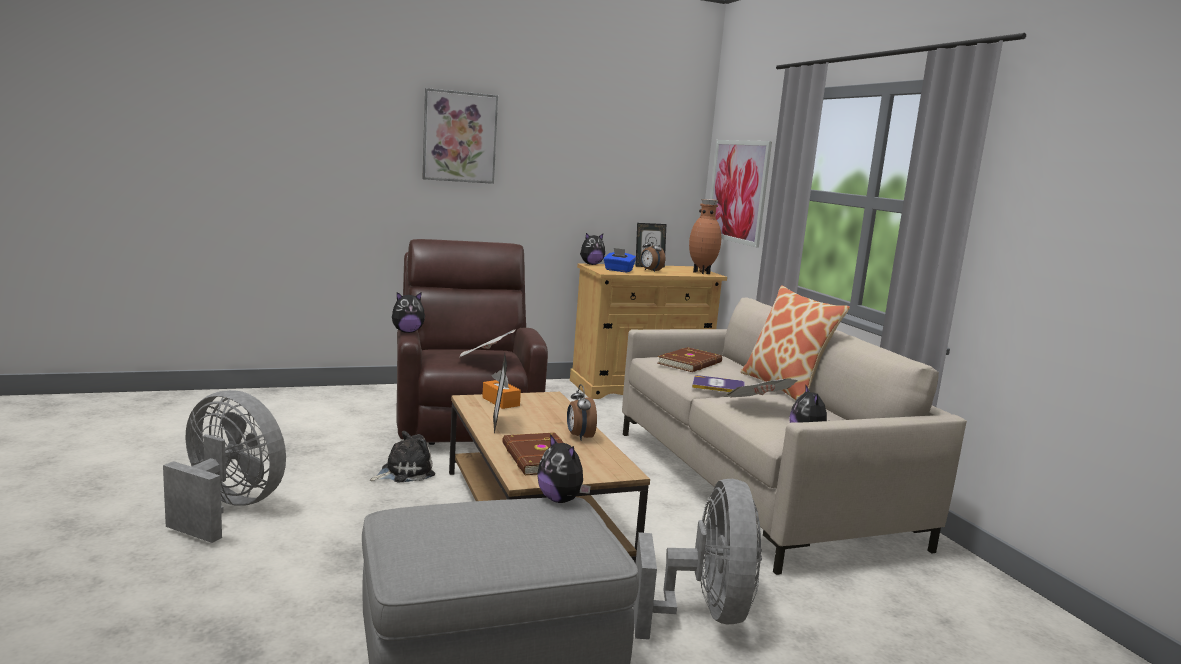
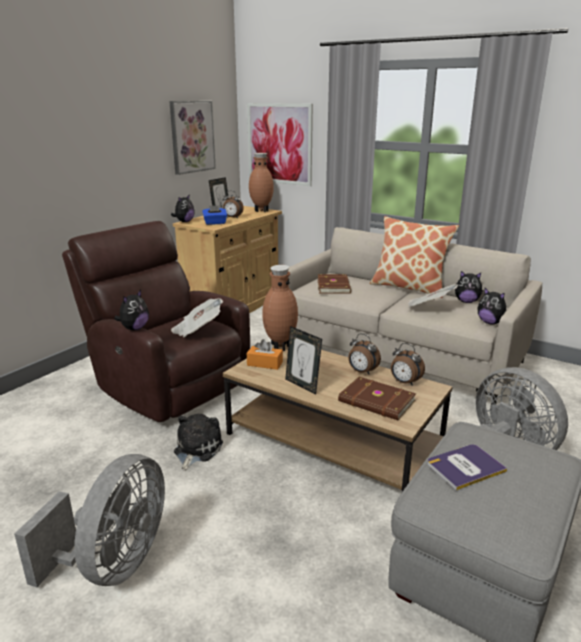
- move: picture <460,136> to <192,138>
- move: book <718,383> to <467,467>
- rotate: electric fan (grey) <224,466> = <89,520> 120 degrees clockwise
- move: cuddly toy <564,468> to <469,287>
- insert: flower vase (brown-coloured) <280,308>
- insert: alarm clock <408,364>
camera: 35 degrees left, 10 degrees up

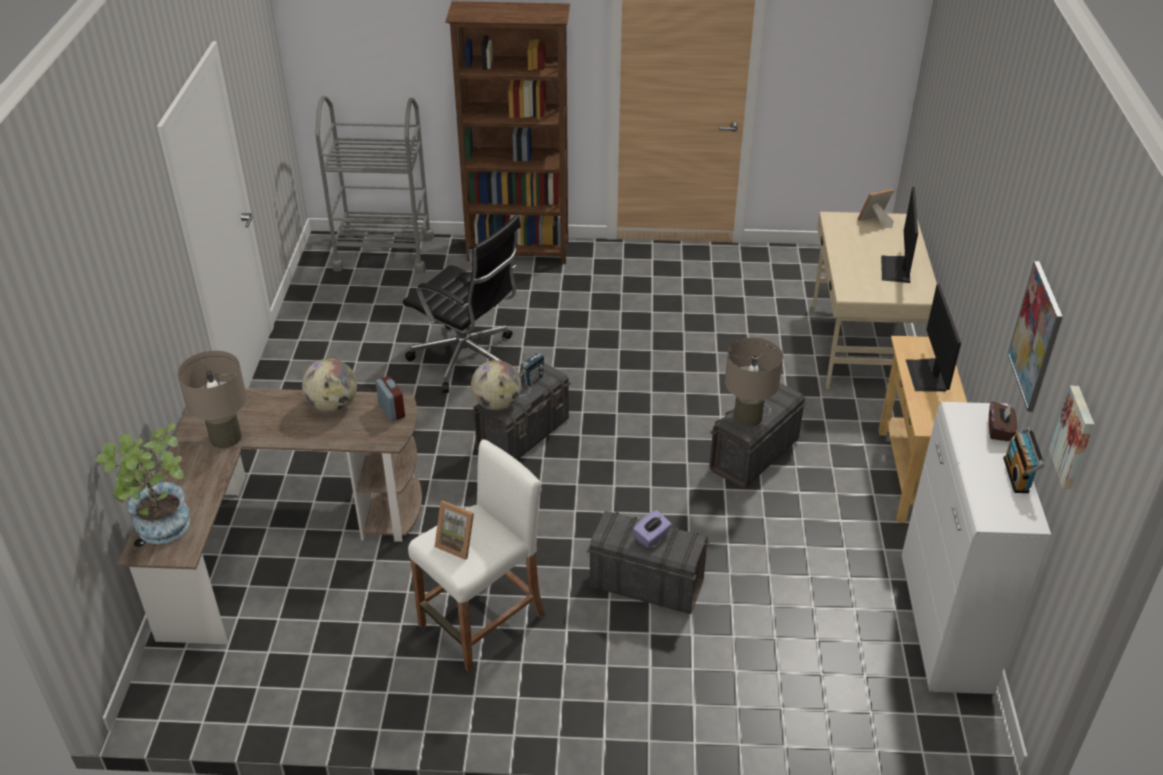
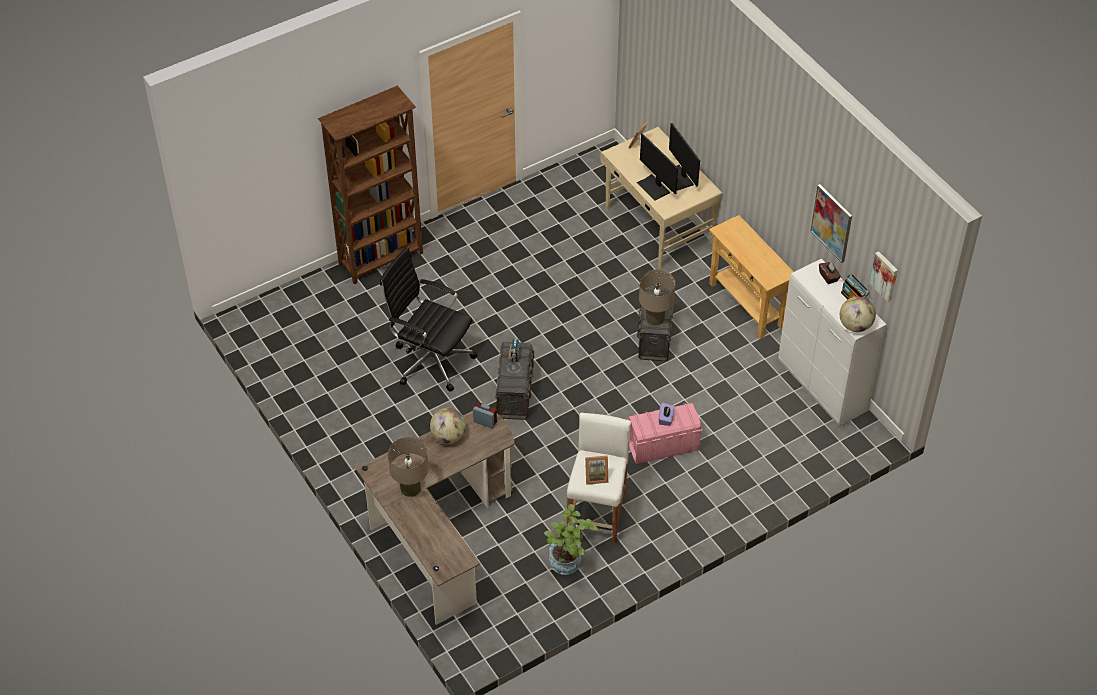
- delete: trolley (grey) <374,185>
- rotate: computer chair (black-coloured) <462,304> = <429,319> 150 degrees counterclockwise
- move: computer screen <933,338> to <657,166>
- move: world globe <496,385> to <858,314>
- move: houseplant <143,483> to <571,539>
- recolor: storage bin (grey) <648,562> to storage bin (pink-coloured) <665,433>
camera: 35 degrees left, 10 degrees up

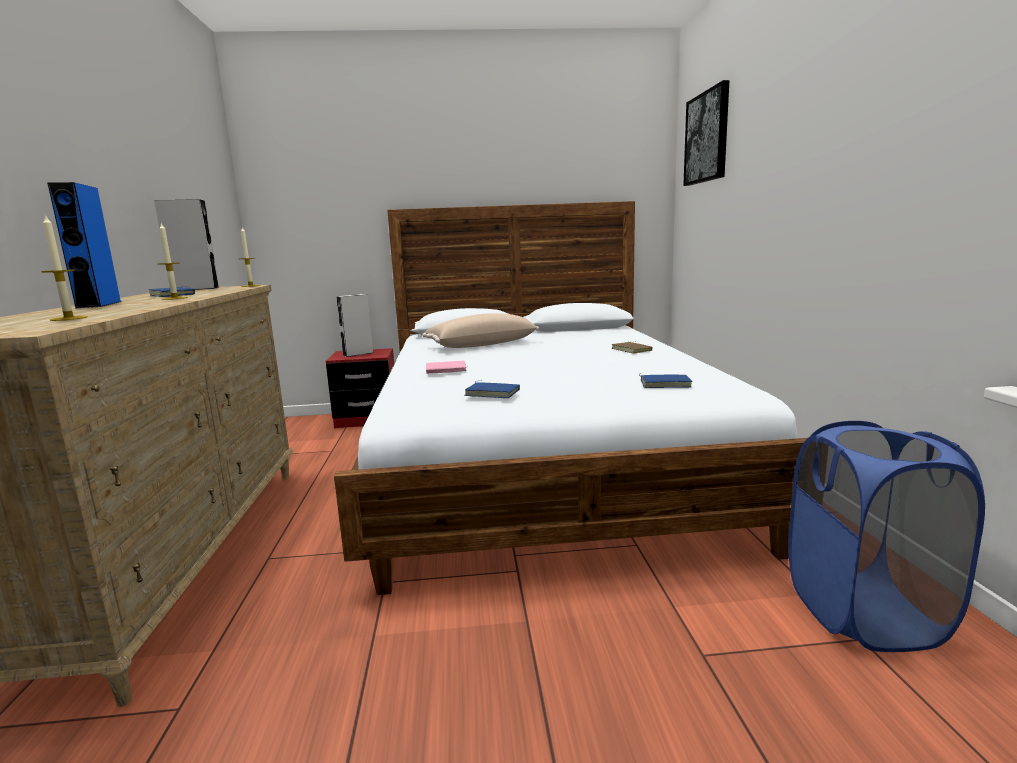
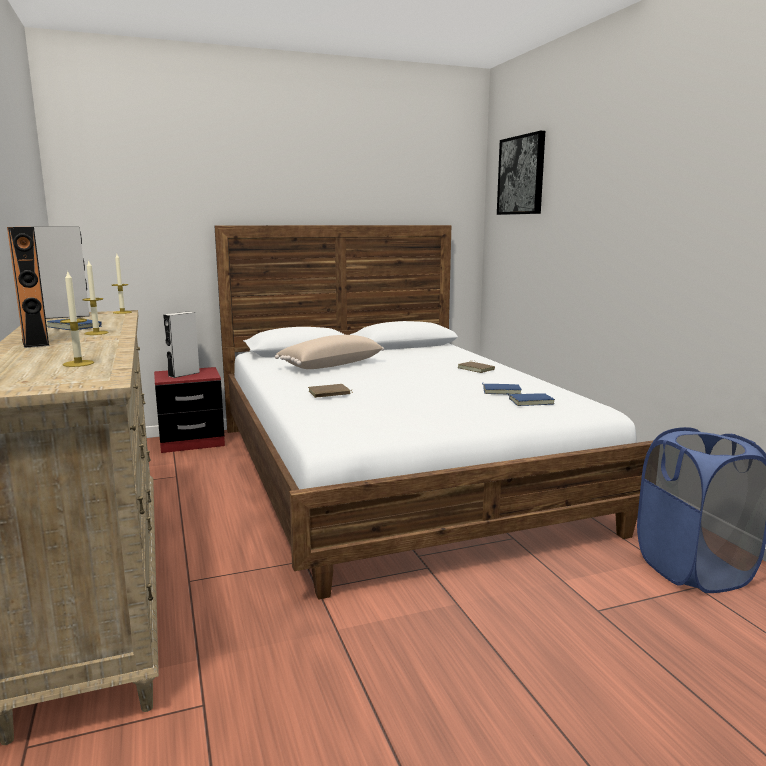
- recolor: audio speaker (blue) <84,245> to audio speaker (orange-coloured) <28,287>
- recolor: book (pink-coloured) <447,367> to book (brown-coloured) <330,391>
- move: book (blue) <492,389> to <502,388>
camera: 15 degrees left, 0 degrees up

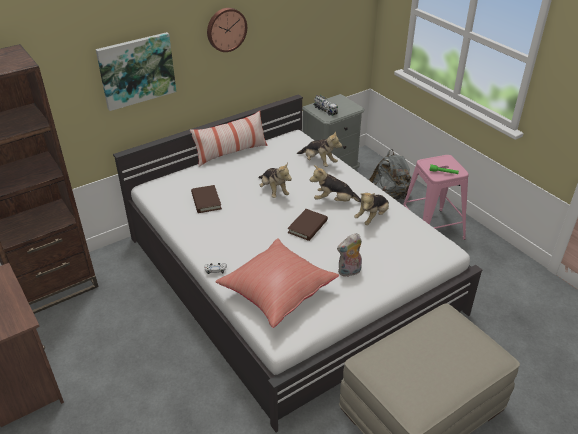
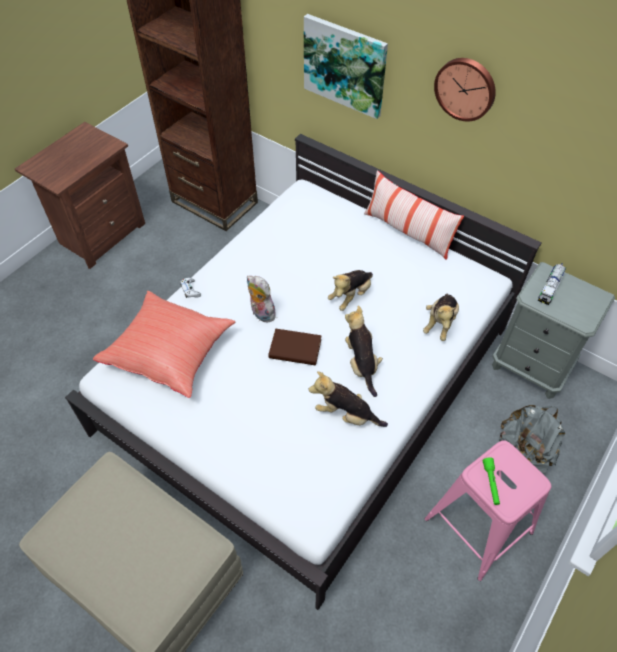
- delete: book (brown-coloured) <206,199>
- move: cuddly toy <349,255> to <261,299>
camera: 70 degrees right, 15 degrees up

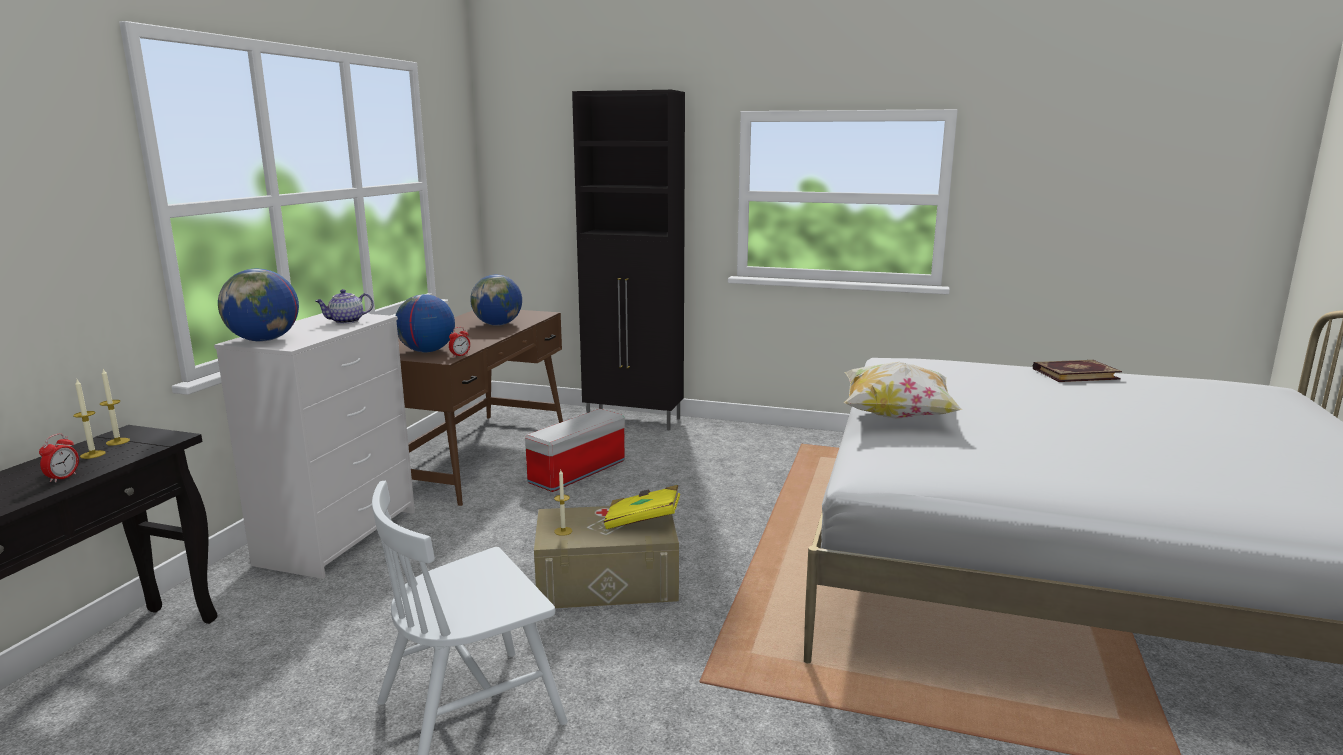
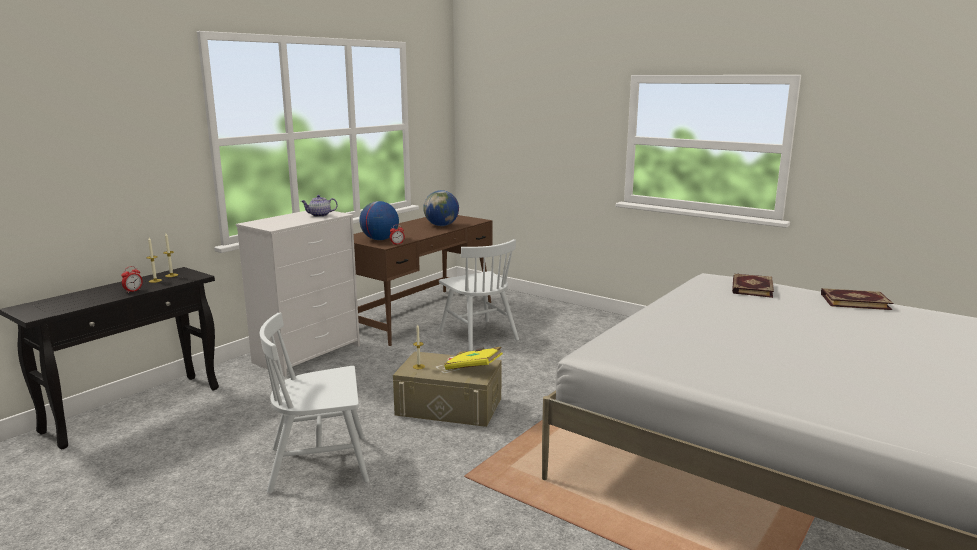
- delete: cupboard (black-coloured) <628,260>
- delete: world globe <258,305>
- delete: pillow <903,390>
- replace: storage bin <575,450> to upright chair (whitish) <479,295>
- insert: book <753,286>
camera: 20 degrees right, 0 degrees up

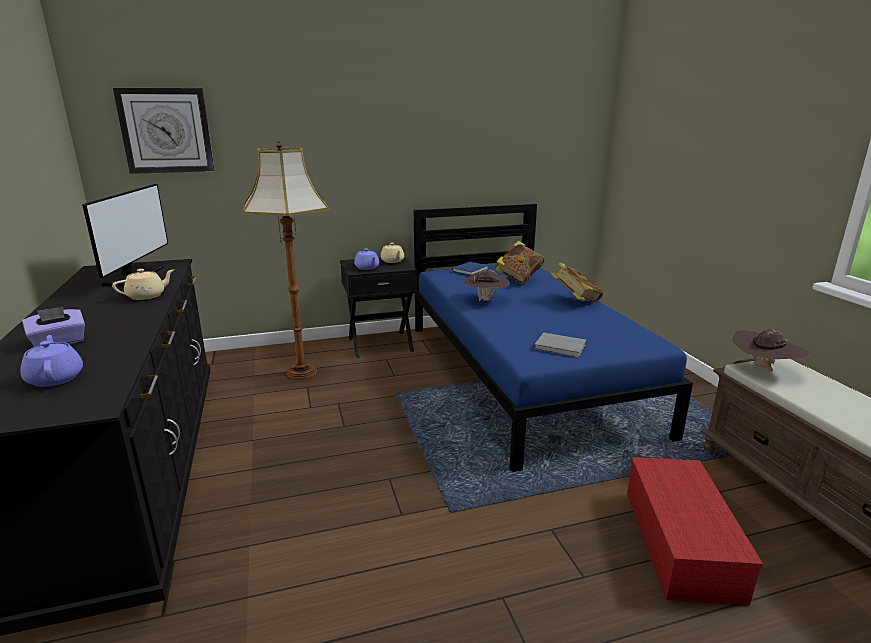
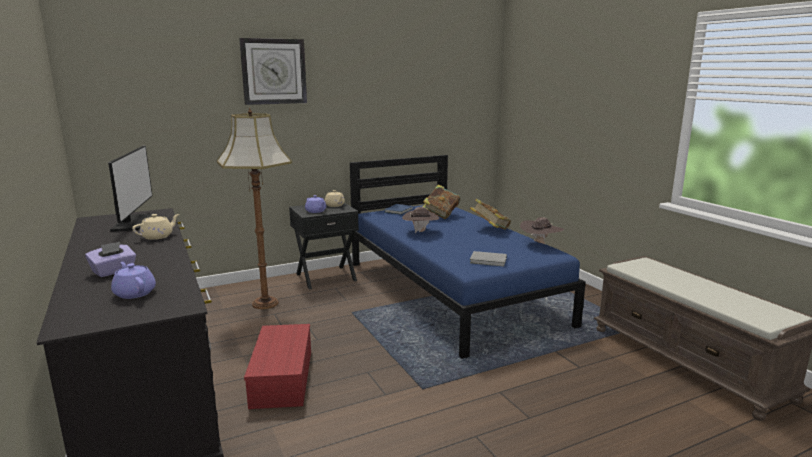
- move: clock on the wall <163,131> to <273,71>
- move: hat (brown-coloured) <771,350> to <542,230>
- move: storage bin (red-coloured) <695,531> to <277,366>
camera: 10 degrees left, 5 degrees down

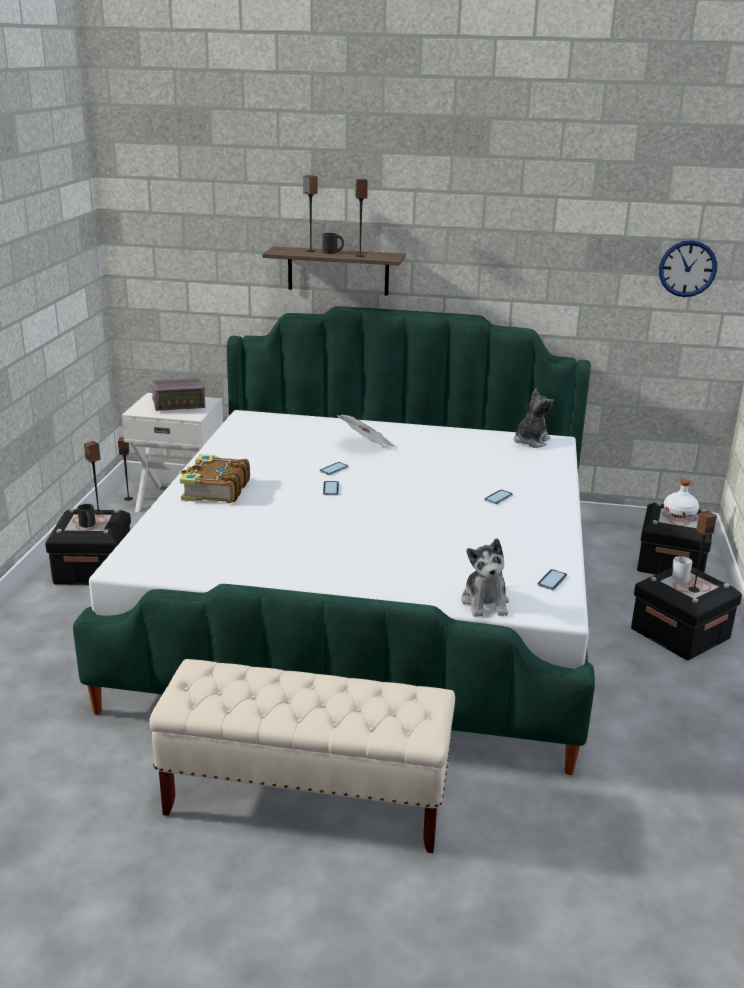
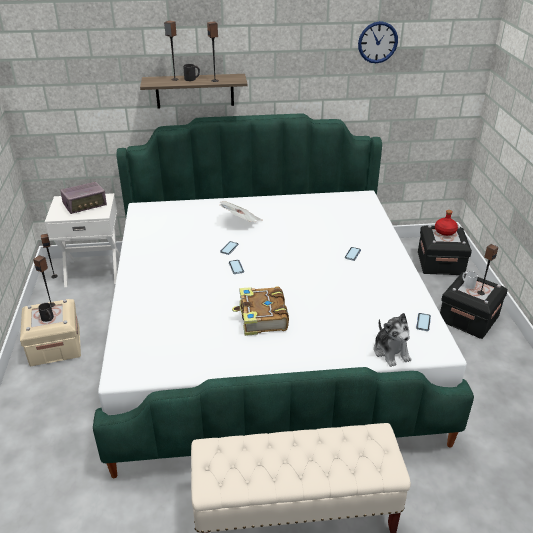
- move: clock on the wall <688,268> to <378,42>
- delete: cuddly toy <533,418>
- move: book <214,478> to <260,311>
- recolor: bottle (whitish) <681,498> to bottle (red-coloured) <446,223>
- recolor: storage bin (black-coloured) <88,546> to storage bin (beige) <50,332>
camera: 15 degrees left, 10 degrees up

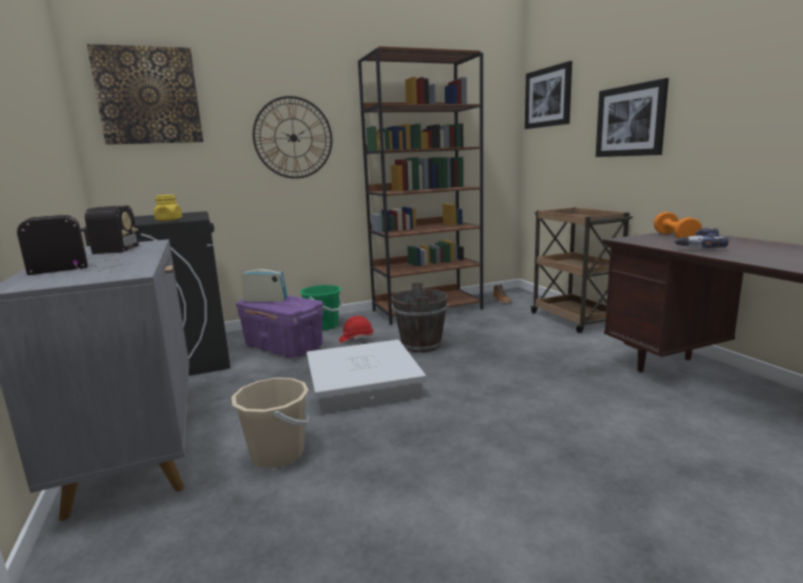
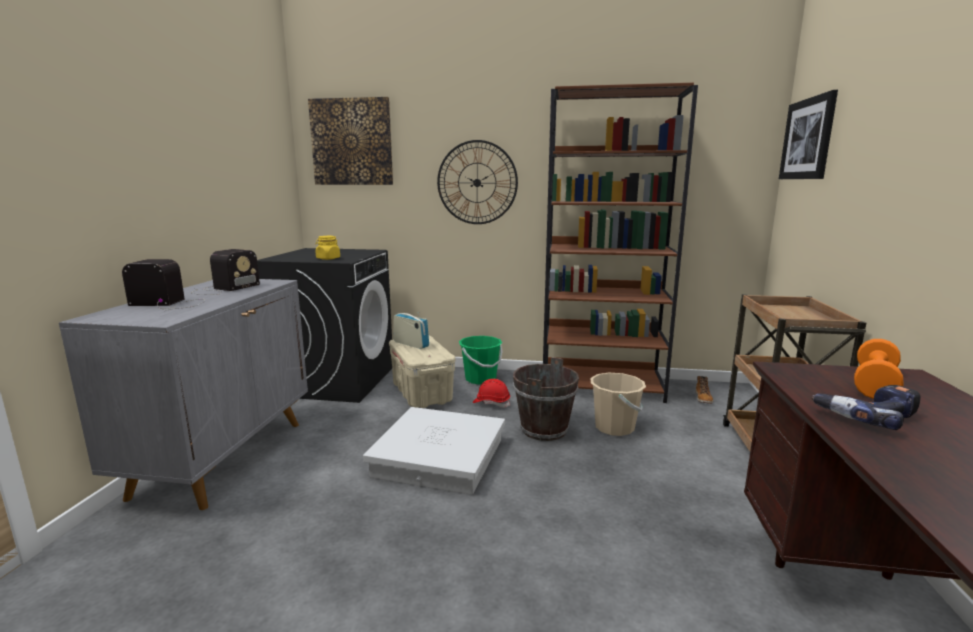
- delete: picture <632,117>
- recolor: storage bin (purple) <279,326> to storage bin (beige) <422,372>
- move: pail (beige) <271,423> to <618,404>
camera: 30 degrees right, 0 degrees up

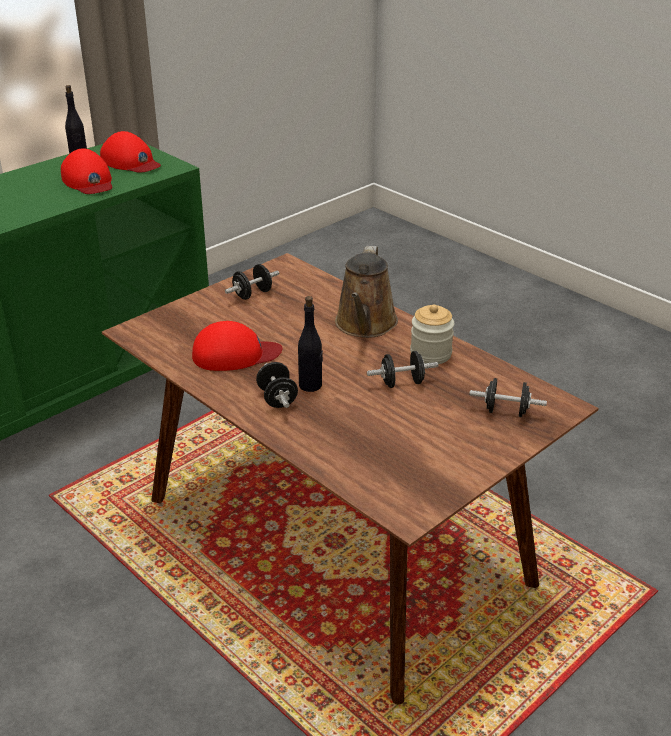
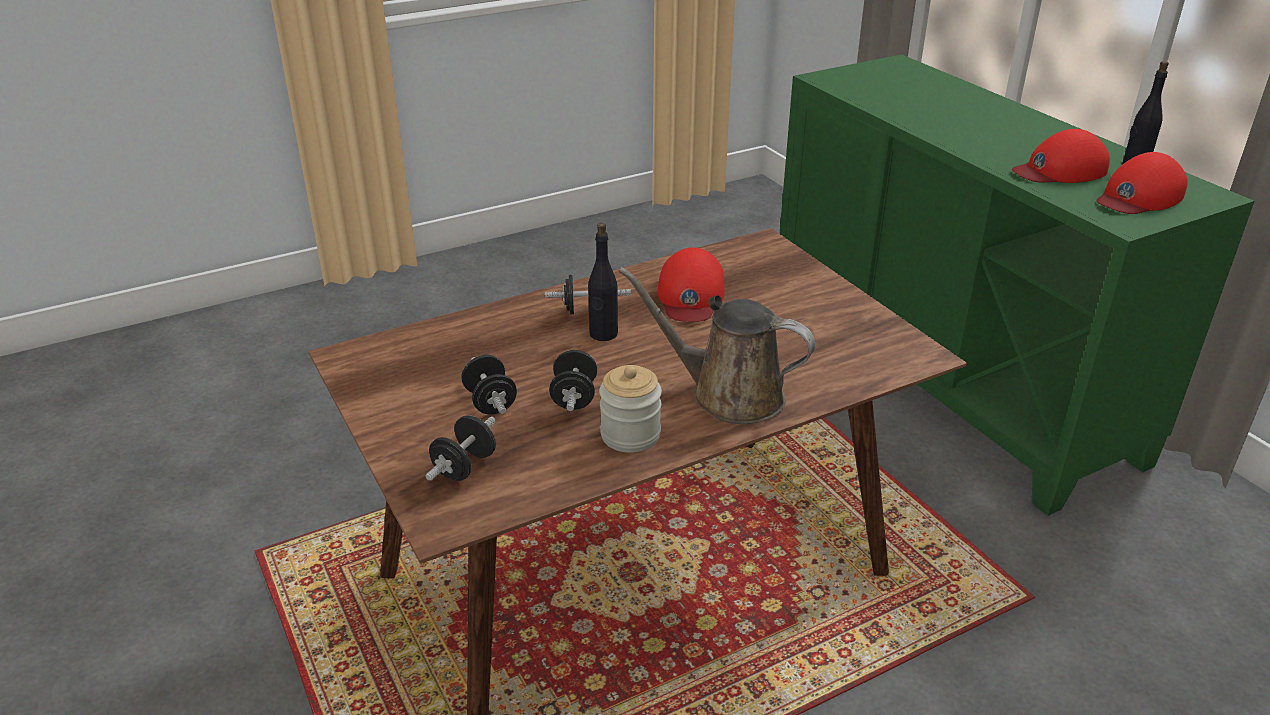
- move: free weight (black-coloured) <252,282> to <489,385>
camera: 105 degrees right, 0 degrees up

